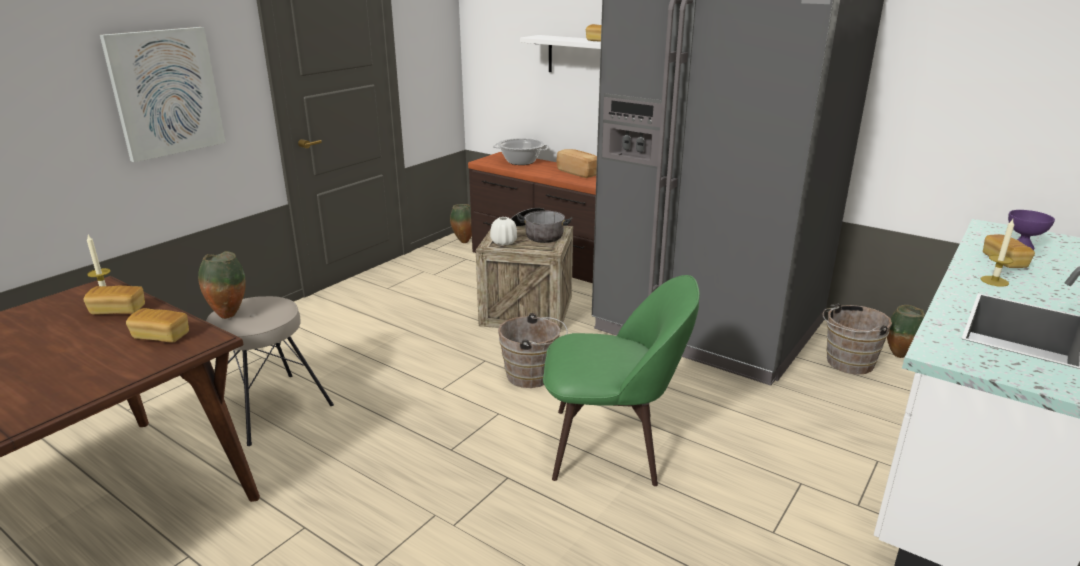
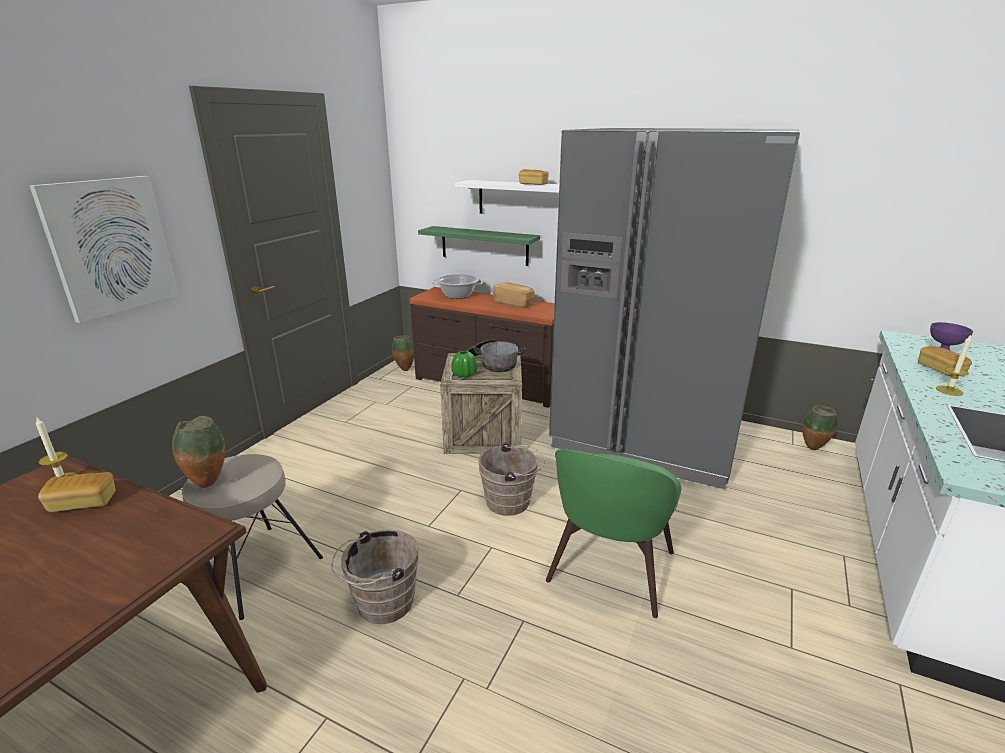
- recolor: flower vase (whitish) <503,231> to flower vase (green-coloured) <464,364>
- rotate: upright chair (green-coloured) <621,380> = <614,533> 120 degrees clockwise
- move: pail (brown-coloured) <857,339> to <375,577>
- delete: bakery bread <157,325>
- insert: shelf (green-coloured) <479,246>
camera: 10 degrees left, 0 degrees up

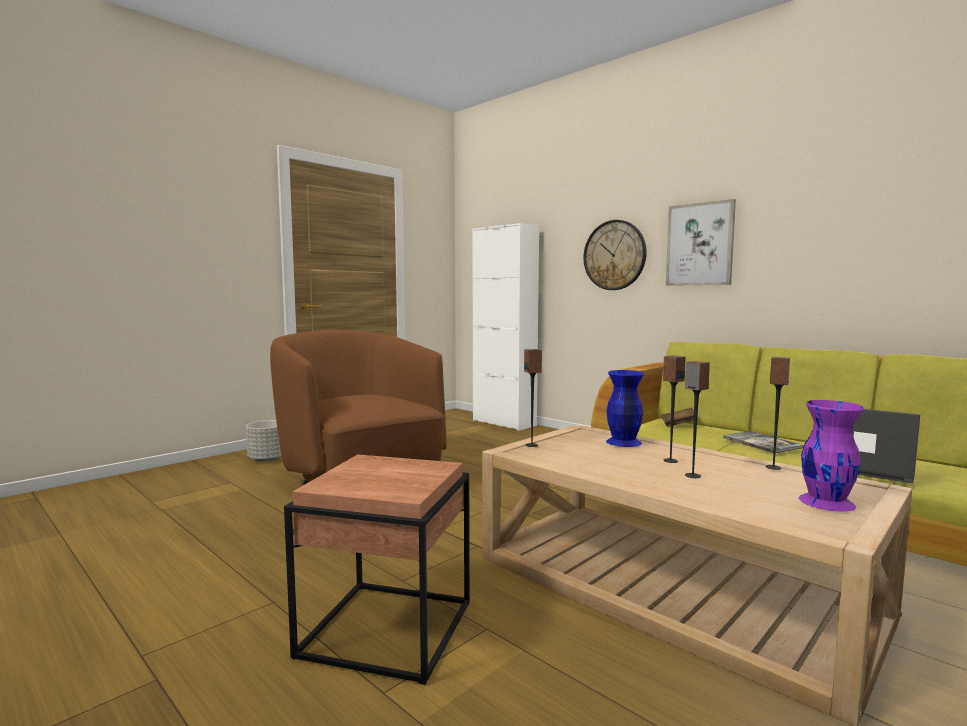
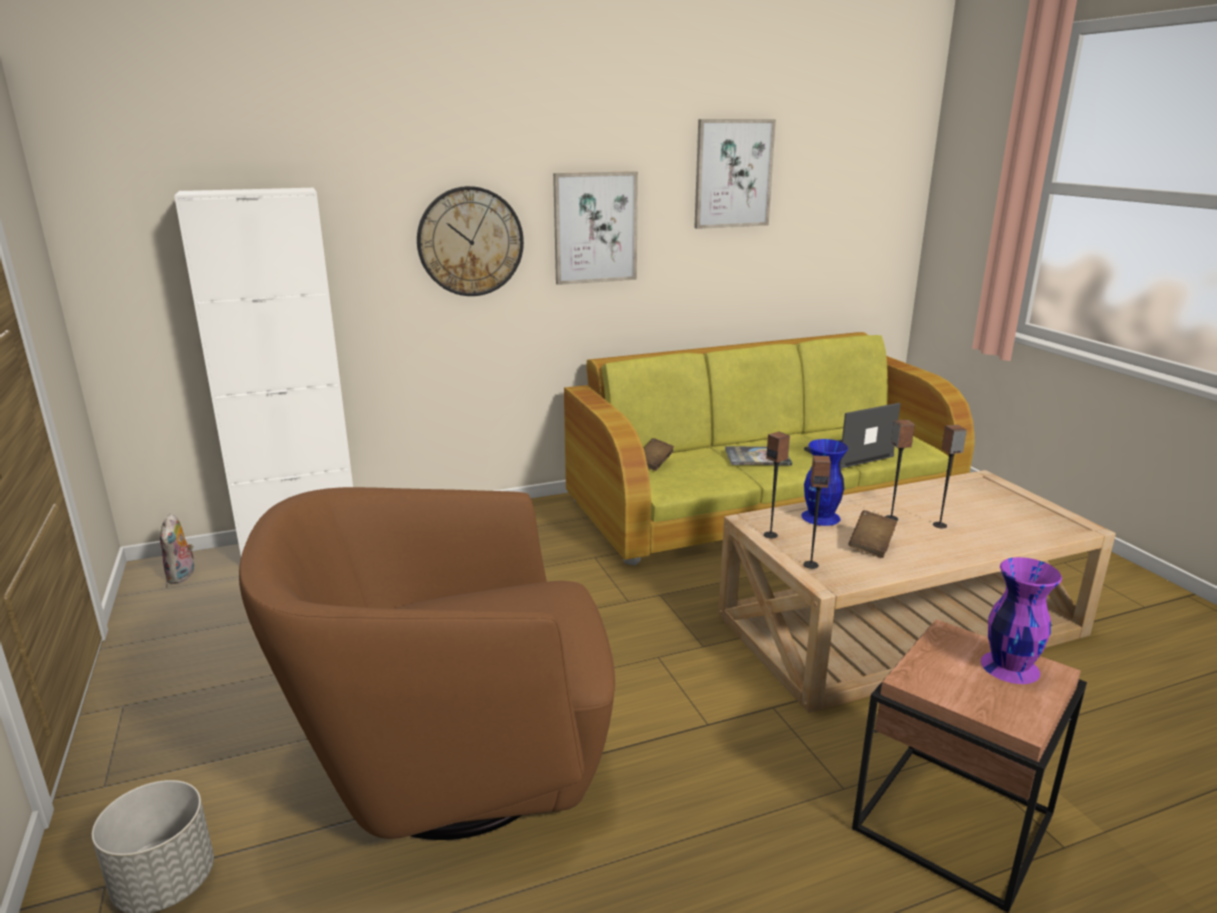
- move: audio speaker <777,413> to <777,485>
- move: flower vase (purple) <831,456> to <1021,620>
- insert: picture <735,174>
- insert: book (brown-coloured) <873,534>
- insert: cuddly toy <178,548>
camera: 65 degrees left, 15 degrees up

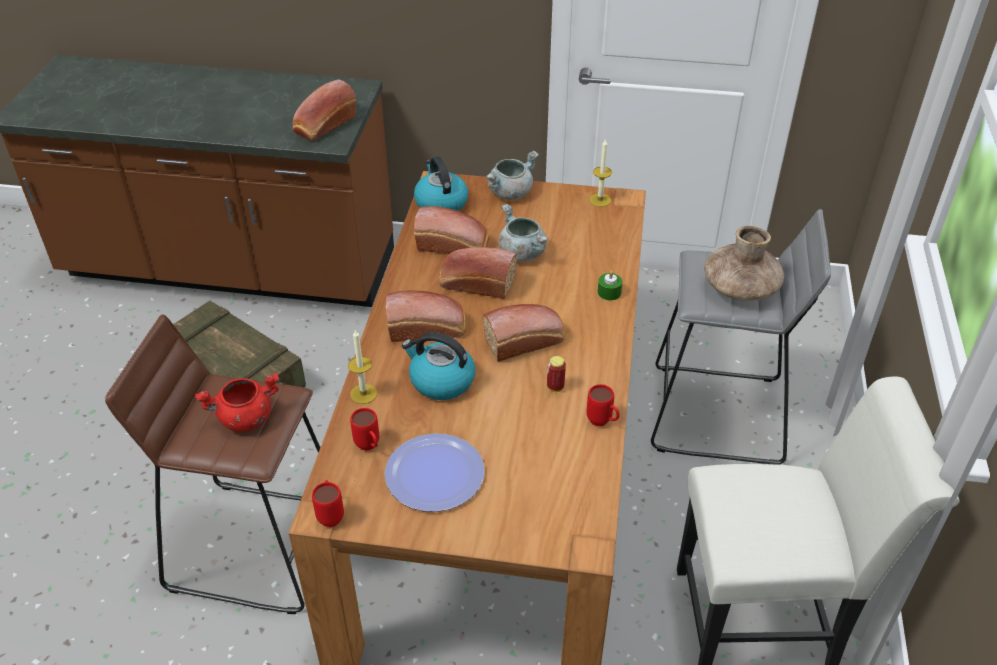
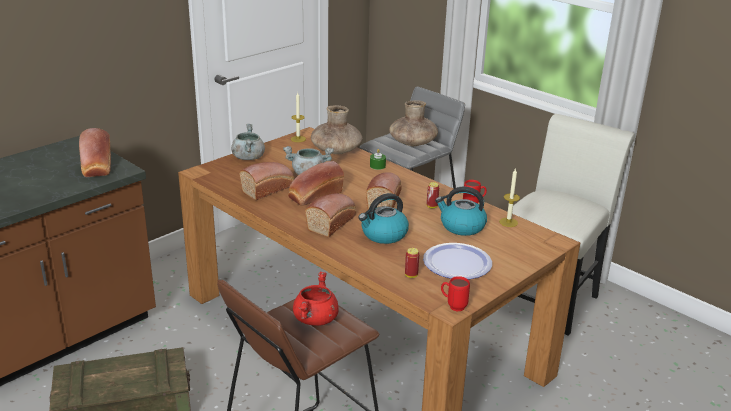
- move: kettle <441,183> to <461,211>
- move: candle <362,367> to <509,197>
- replace: coffee mug (red-coloured) <364,429> to sealed can <412,263>
- insert: flower vase (brown-coloured) <336,129>
camera: 55 degrees left, 15 degrees down

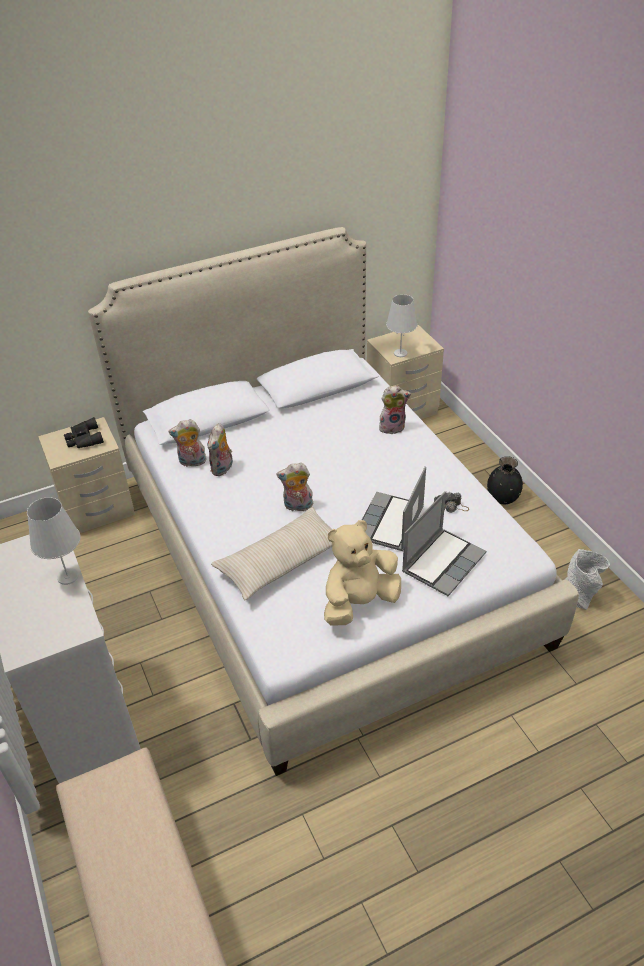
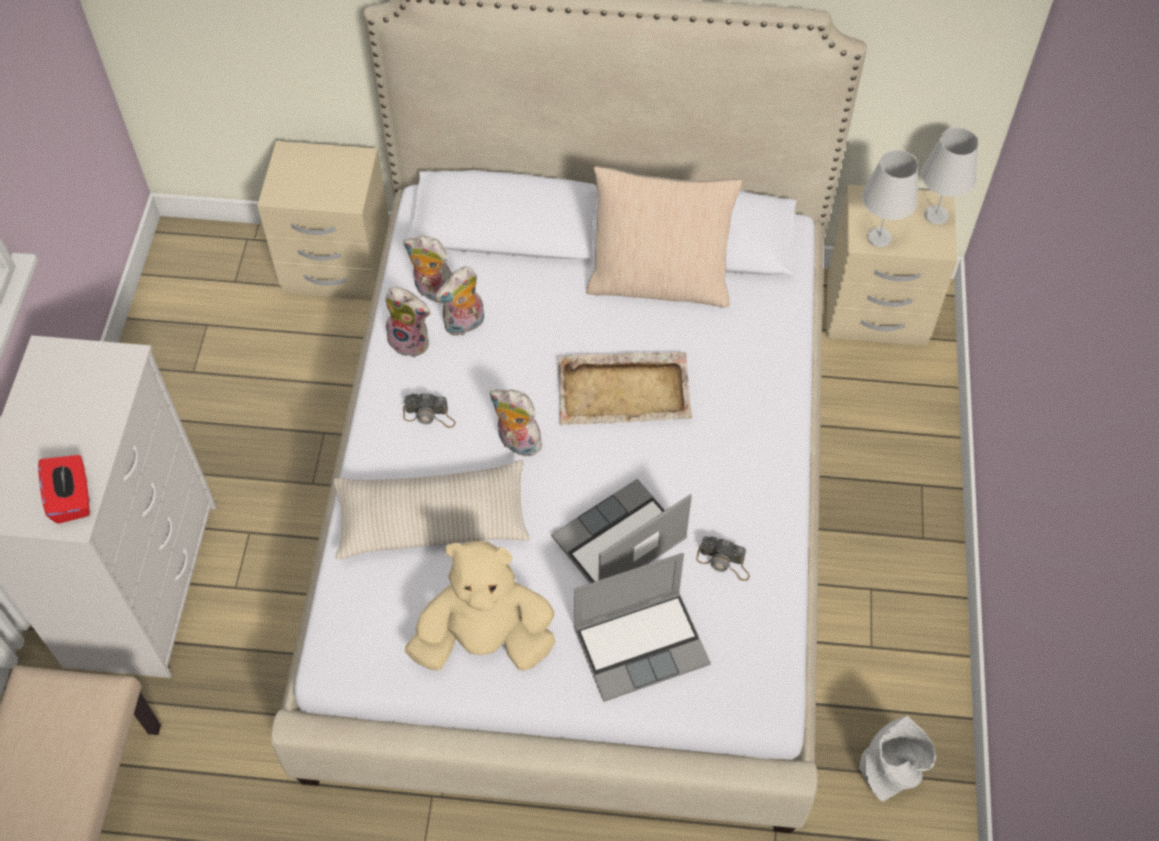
- move: cuddly toy <395,410> to <407,322>
- delete: binoculars (black-coloured) <84,432>
- delete: flower vase (black-coloured) <505,480>
- move: tabletop lamp (whitish) <53,541> to <949,176>
- insert: pillow (beige) <664,237>
- insert: carrying tray (beige) <625,389>
- insert: still camera <429,410>
- insert: box of tissues (red-coloured) <64,489>
camera: 30 degrees right, 15 degrees up

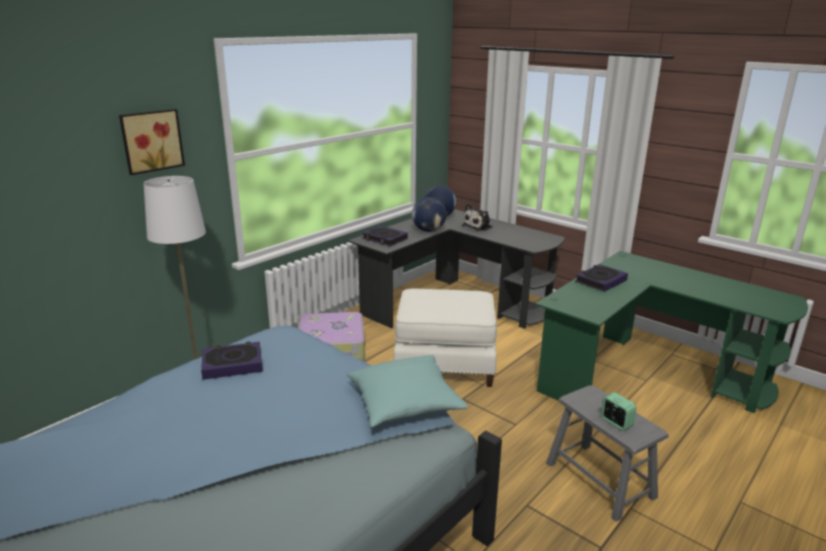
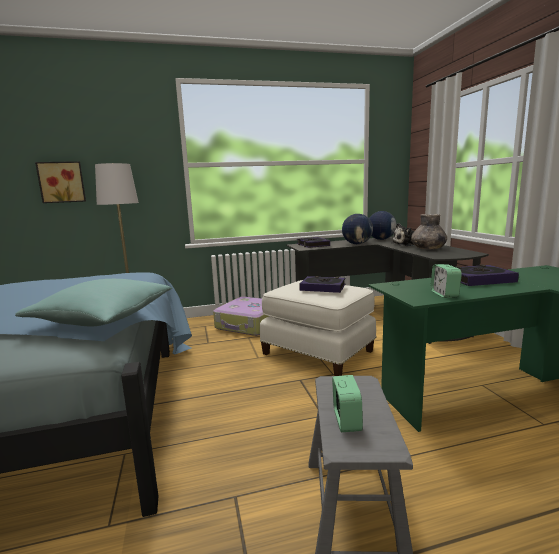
- move: picture <152,142> to <60,182>
- move: book <232,361> to <322,284>
- insert: flower vase (grey) <429,231>
- insert: alarm clock <446,281>
camera: 35 degrees right, 10 degrees down

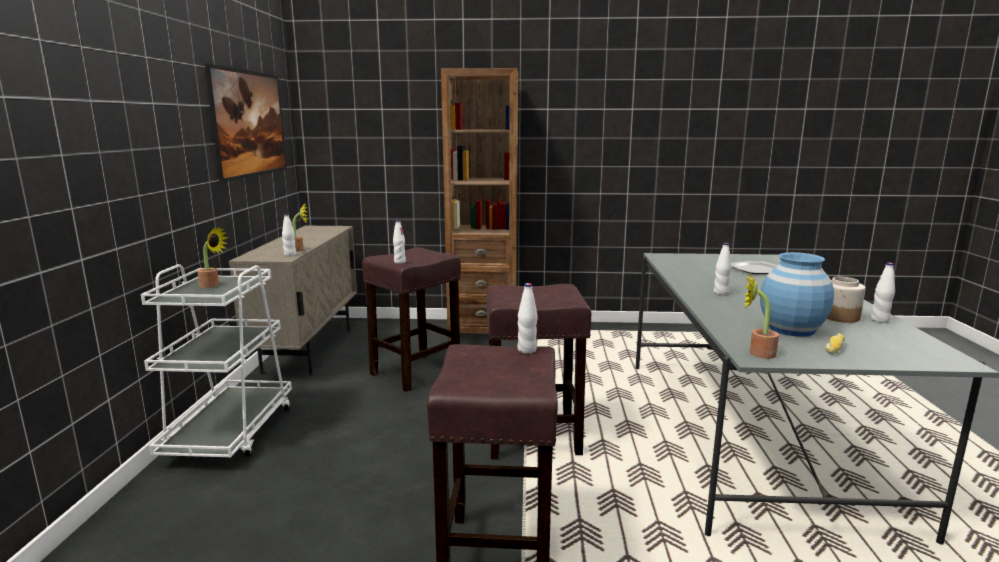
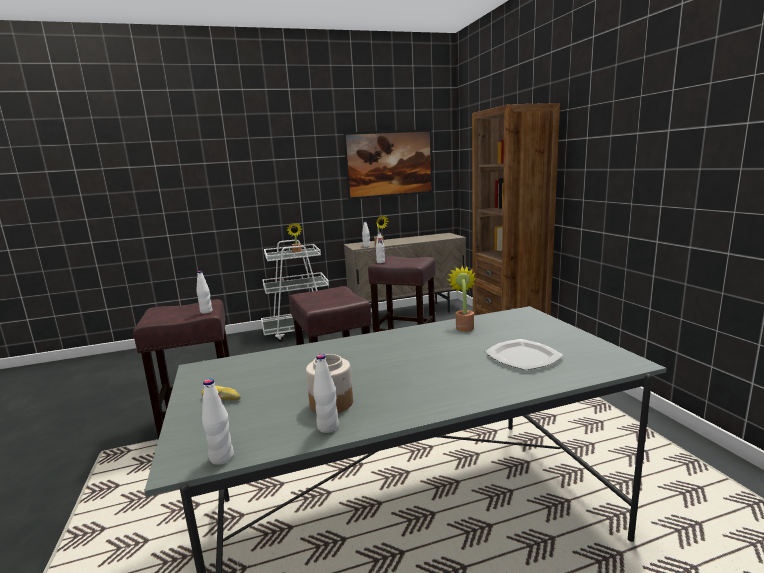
- move: bottle (whitish) <722,269> to <218,422>
- delete: flower vase (blue) <797,294>
- move: houseplant <761,316> to <461,299>
camera: 70 degrees right, 0 degrees up

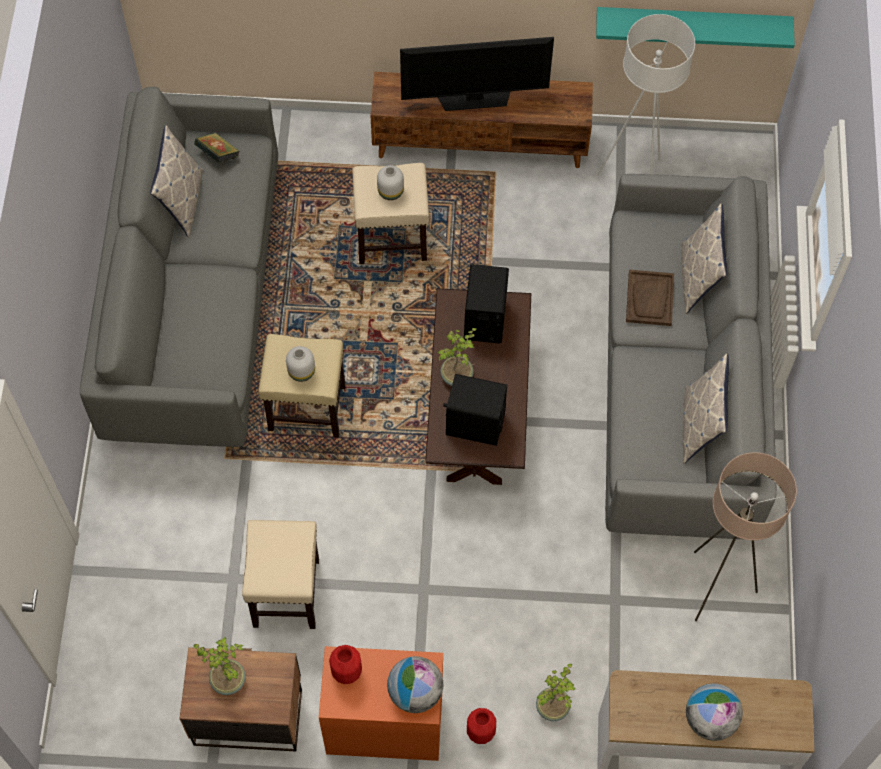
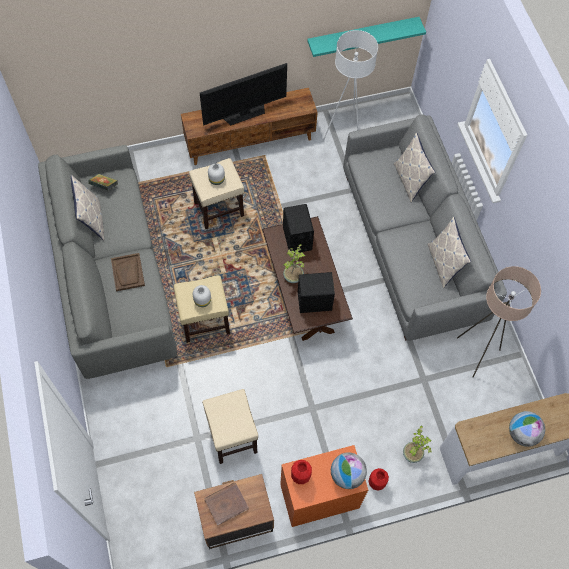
- move: carrying tray (brown-coloured) <650,298> to <128,272>
- replace: houseplant <219,666> to book (brown-coloured) <226,504>
camera: 20 degrees left, 0 degrees up

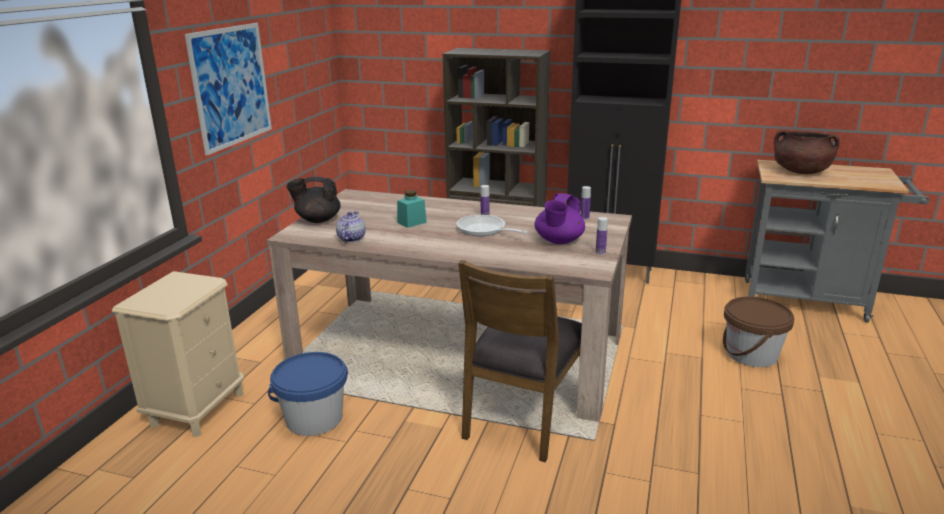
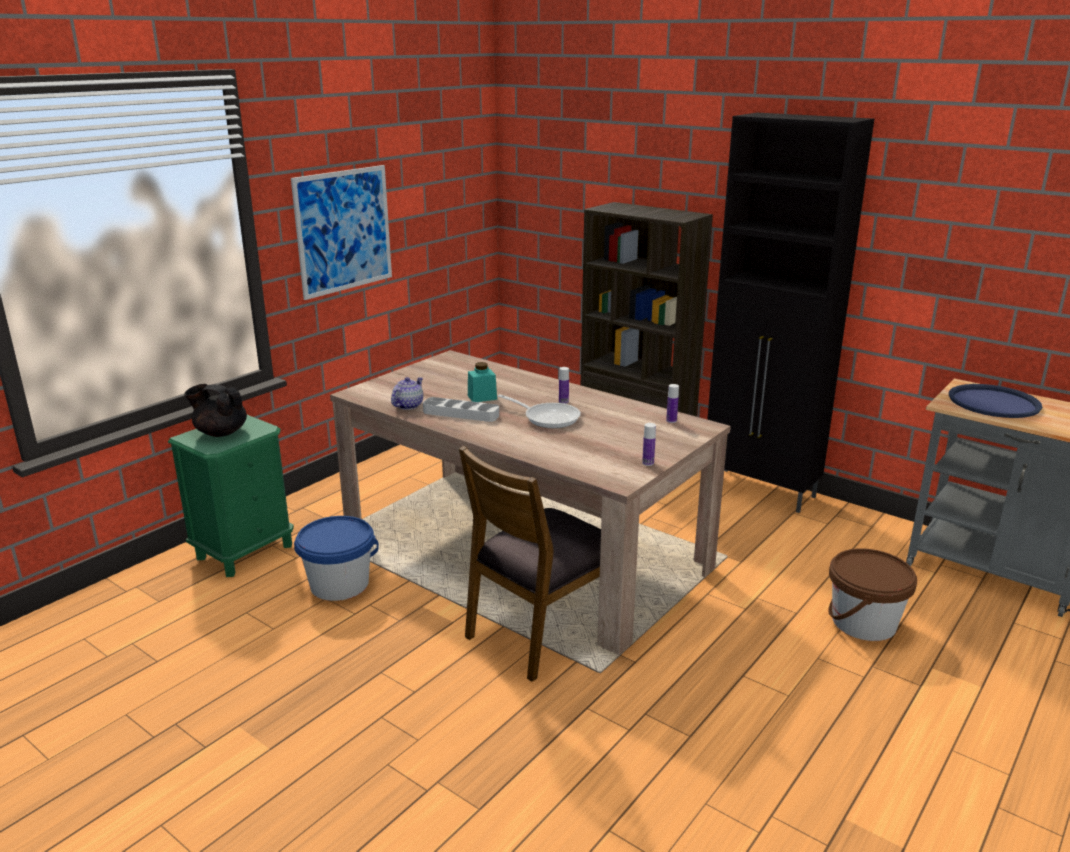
- replace: stockpot (brown-coloured) <807,152> to carrying tray (blue) <995,401>
- move: teapot (black-coloured) <313,200> to <215,410>
- delete: teapot (purple) <560,218>
- rotate: frying pan <492,225> = <539,411> 150 degrees clockwise
- recolor: bedside table (beige) <178,354> to bedside table (green-coloured) <231,496>
- insert: carrying tray (grey) <461,409>
camera: 20 degrees right, 0 degrees up

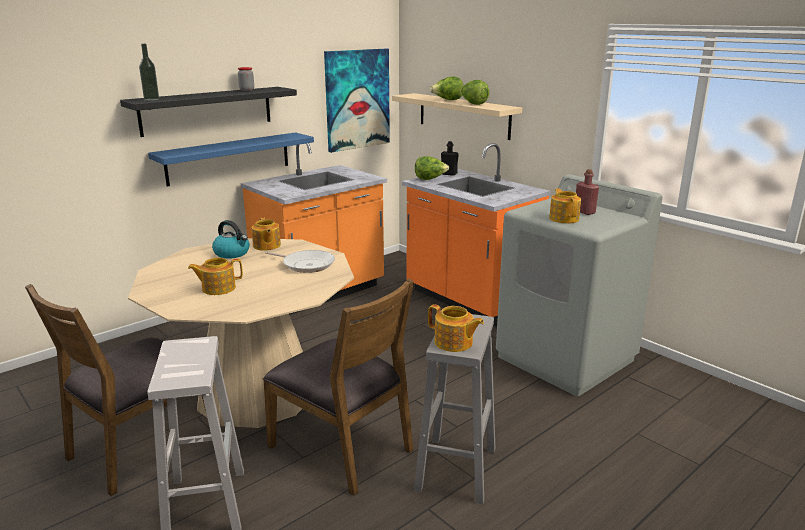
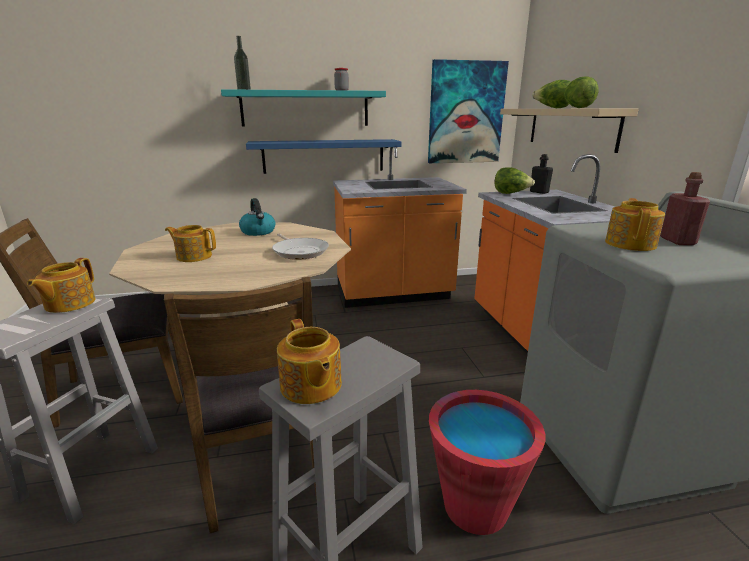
- recolor: shelf (black-coloured) <208,112> to shelf (turquoise) <303,108>
- move: teapot <266,234> to <61,285>
- insert: pail (red-coloured) <487,462>
camera: 30 degrees right, 0 degrees up

